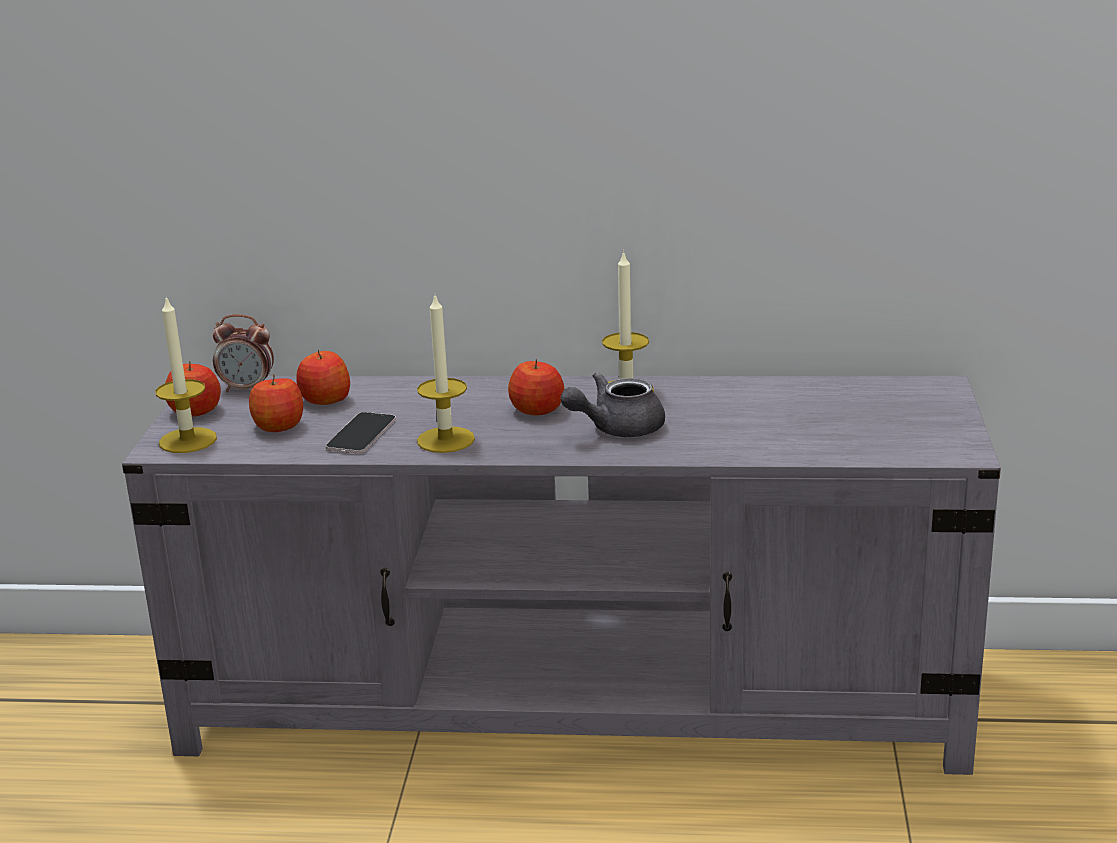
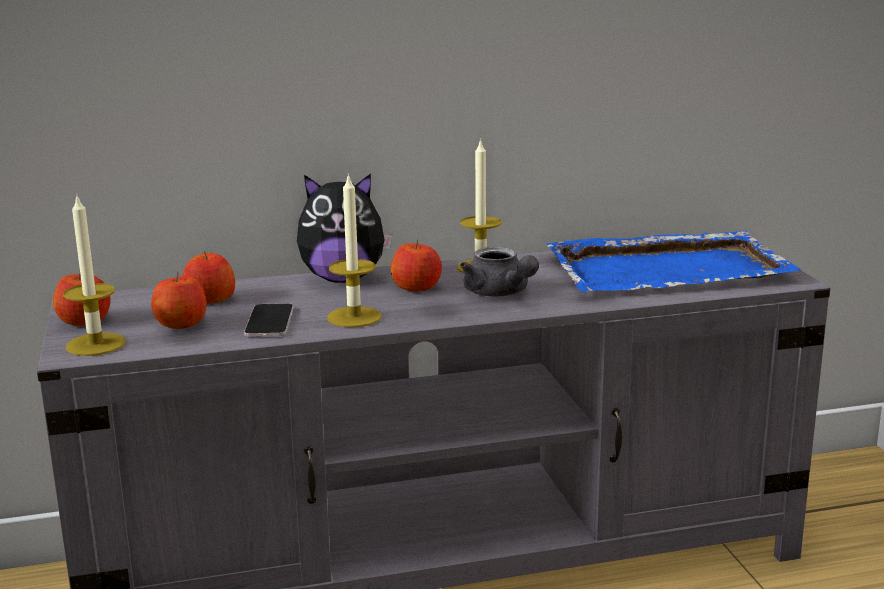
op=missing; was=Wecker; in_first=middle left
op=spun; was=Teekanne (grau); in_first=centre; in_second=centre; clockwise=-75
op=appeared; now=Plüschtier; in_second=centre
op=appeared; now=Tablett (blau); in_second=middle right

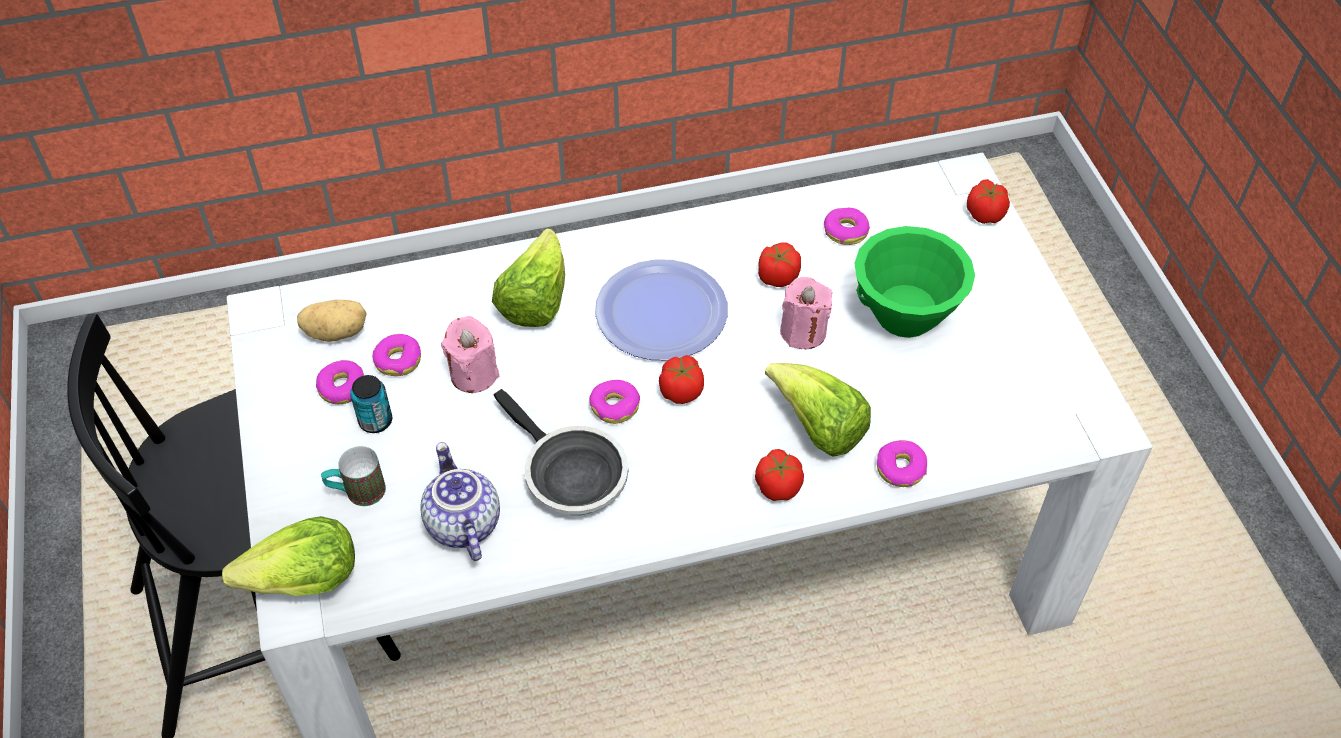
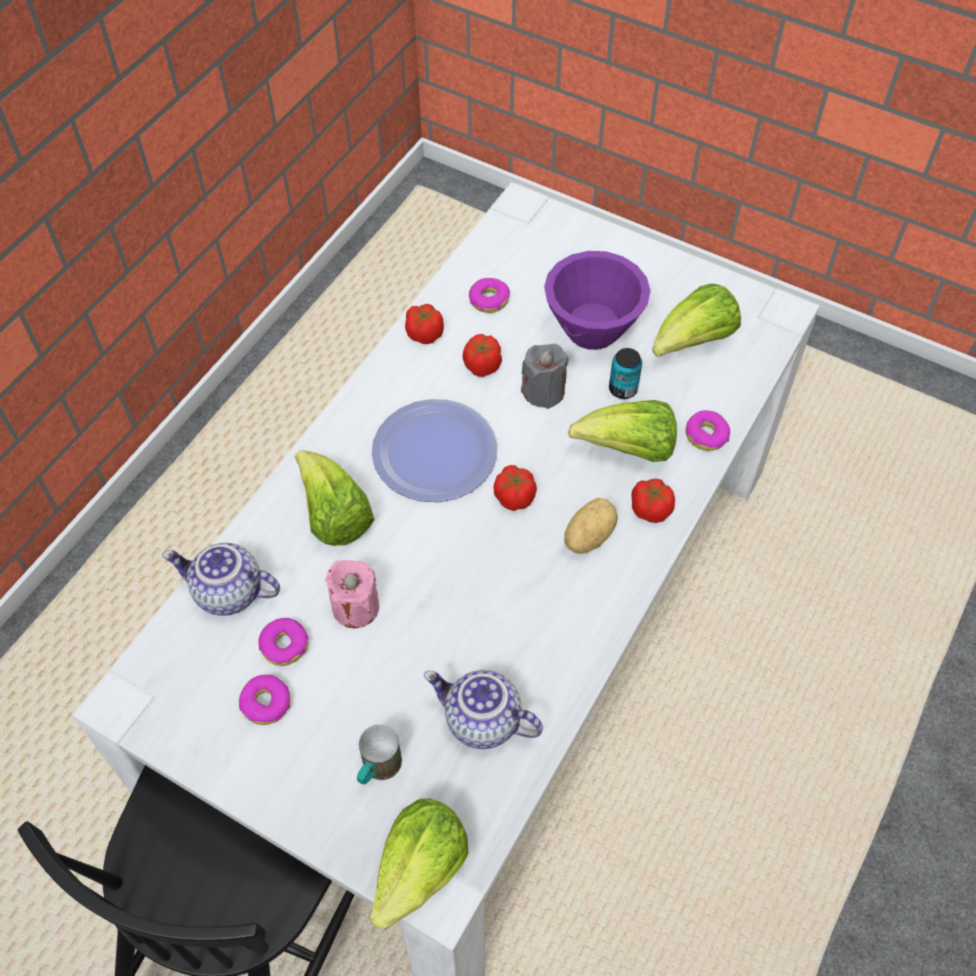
op=relocated; was=Tomate (no. 4 from left in the first image); now=Tomate (no. 1 from left); in_first=top right; in_second=top centre
op=colour; was=Schüssel (grün); now=Schüssel (lila); in_first=middle right; in_second=top centre
op=colour; was=Kerze (rosa) (no. 2 from left); now=Kerze (grau); in_first=centre; in_second=centre
op=relocated; was=Kartoffel; in_first=middle left; in_second=centre
op=relocated; was=Dose; in_first=middle left; in_second=centre
op=missing; was=Donut (no. 3 from left); in_first=centre
op=missing; was=Pfanne; in_first=centre
op=appeared; now=Salatkopf (no. 4 from left); in_second=top right
op=appeared; now=Teekanne (no. 1 from left); in_second=middle left

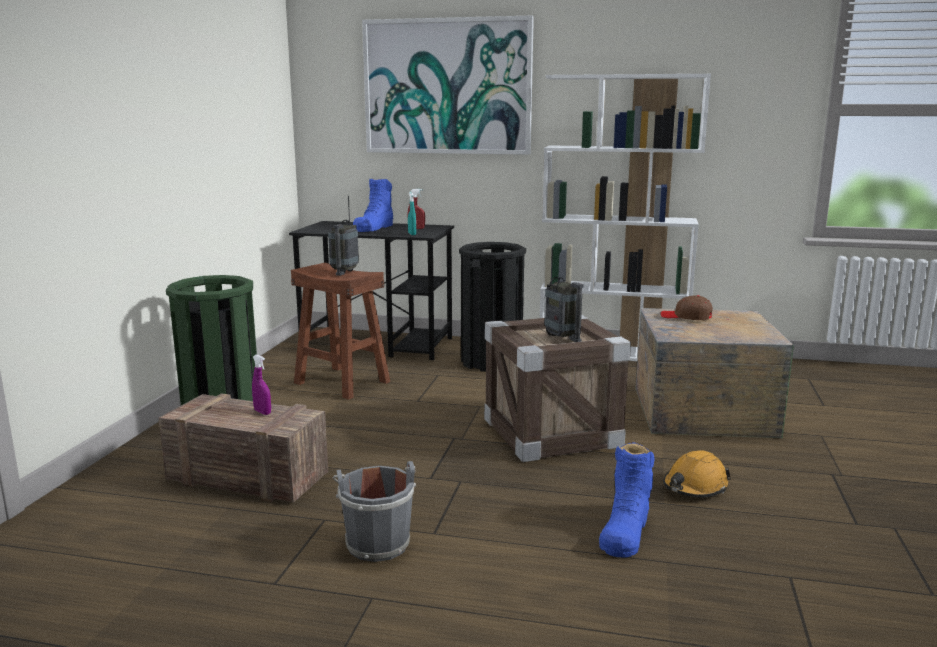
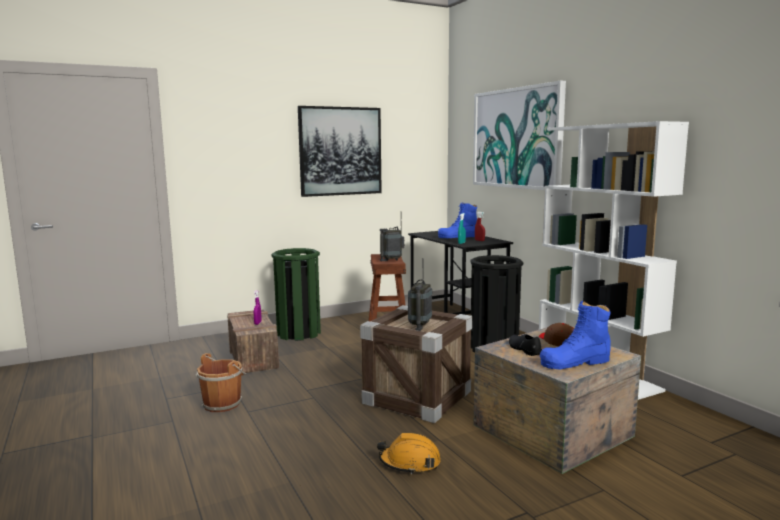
op=relocated; was=Stiefel (blau) (no. 2 from left); in_first=bottom right; in_second=middle right
op=colour; was=Eimer (grau); now=Eimer (braun); in_first=bottom centre; in_second=bottom left
op=appeared; now=Bild (no. 1 from left); in_second=top centre
op=appeared; now=Schuh (schwarz); in_second=middle right

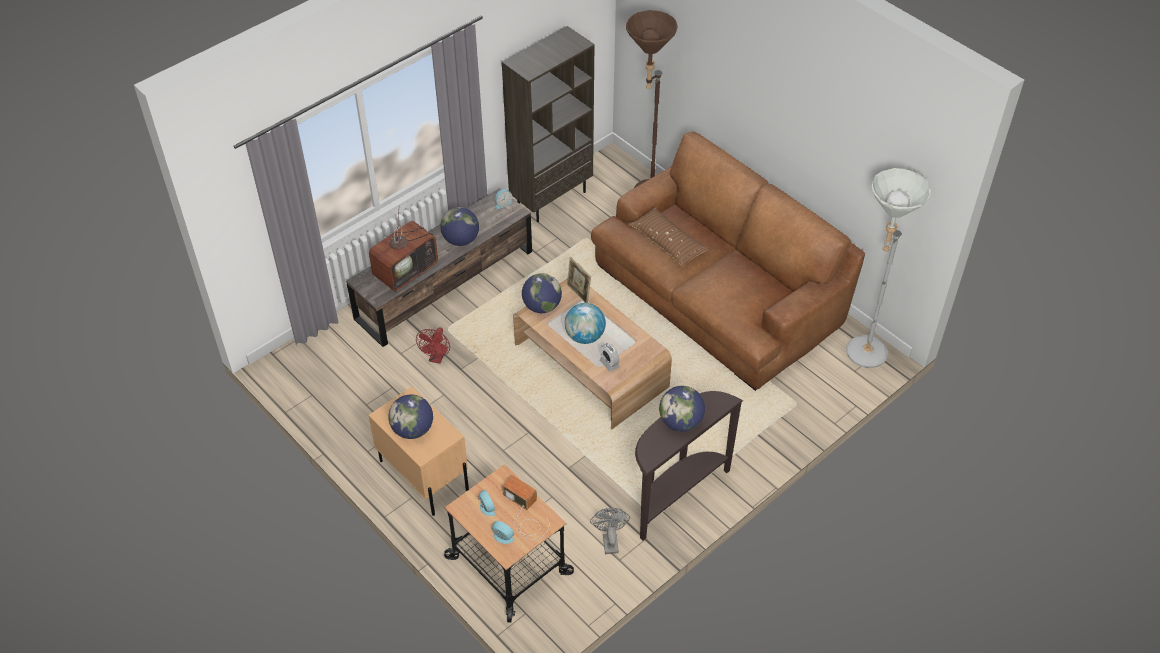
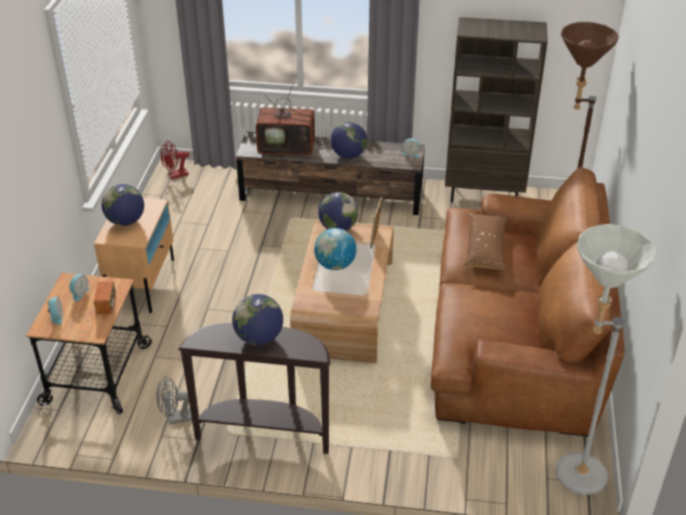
op=relocated; was=Ventilator (rot); in_first=centre; in_second=top left
op=missing; was=Wecker (no. 4 from left); in_first=centre
op=spun; was=Ventilator (grau); in_first=bottom centre; in_second=bottom left; clockwise=-150

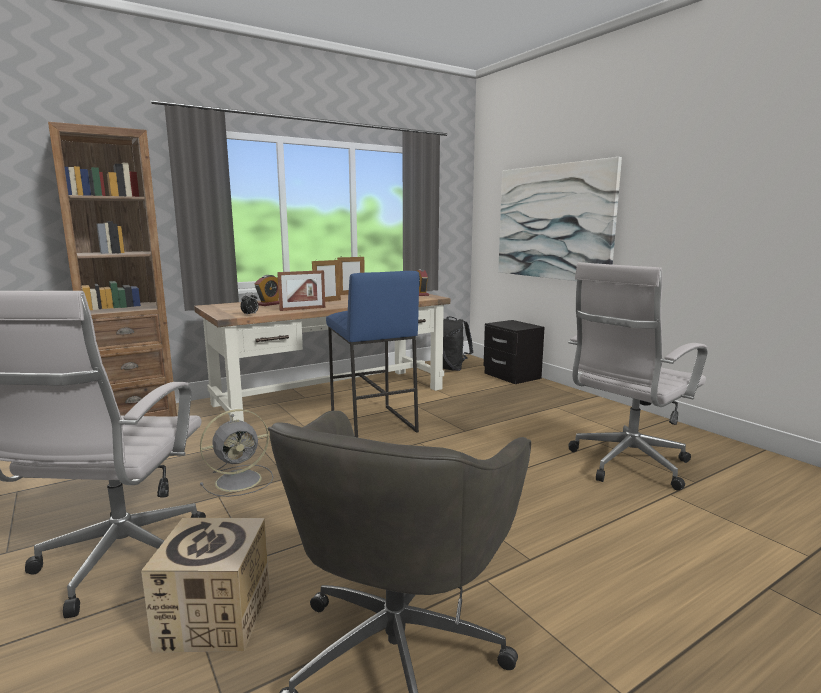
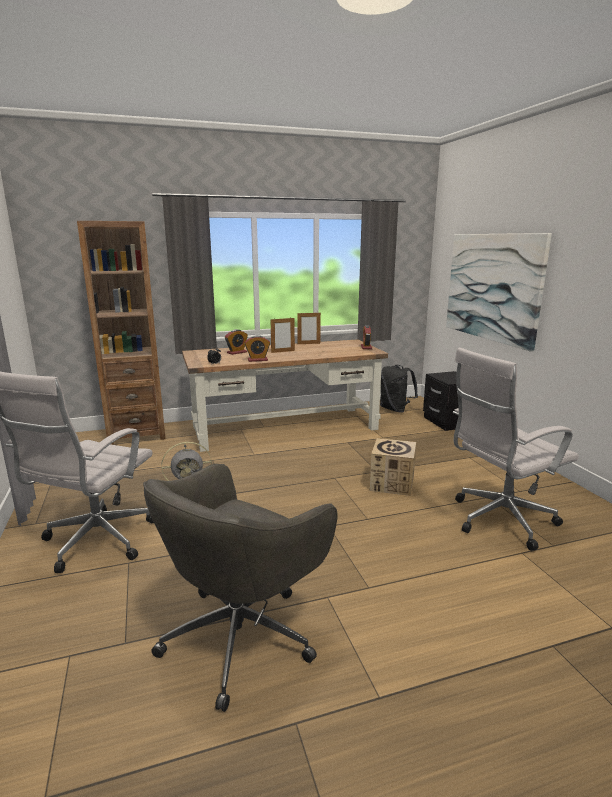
op=exchanged; was=Bilderrahmen (no. 1 from left); now=Wecker (no. 3 from left); in_first=centre; in_second=centre
op=missing; was=Hocker (blau); in_first=centre
op=relocated; was=Karton; in_first=bottom left; in_second=centre

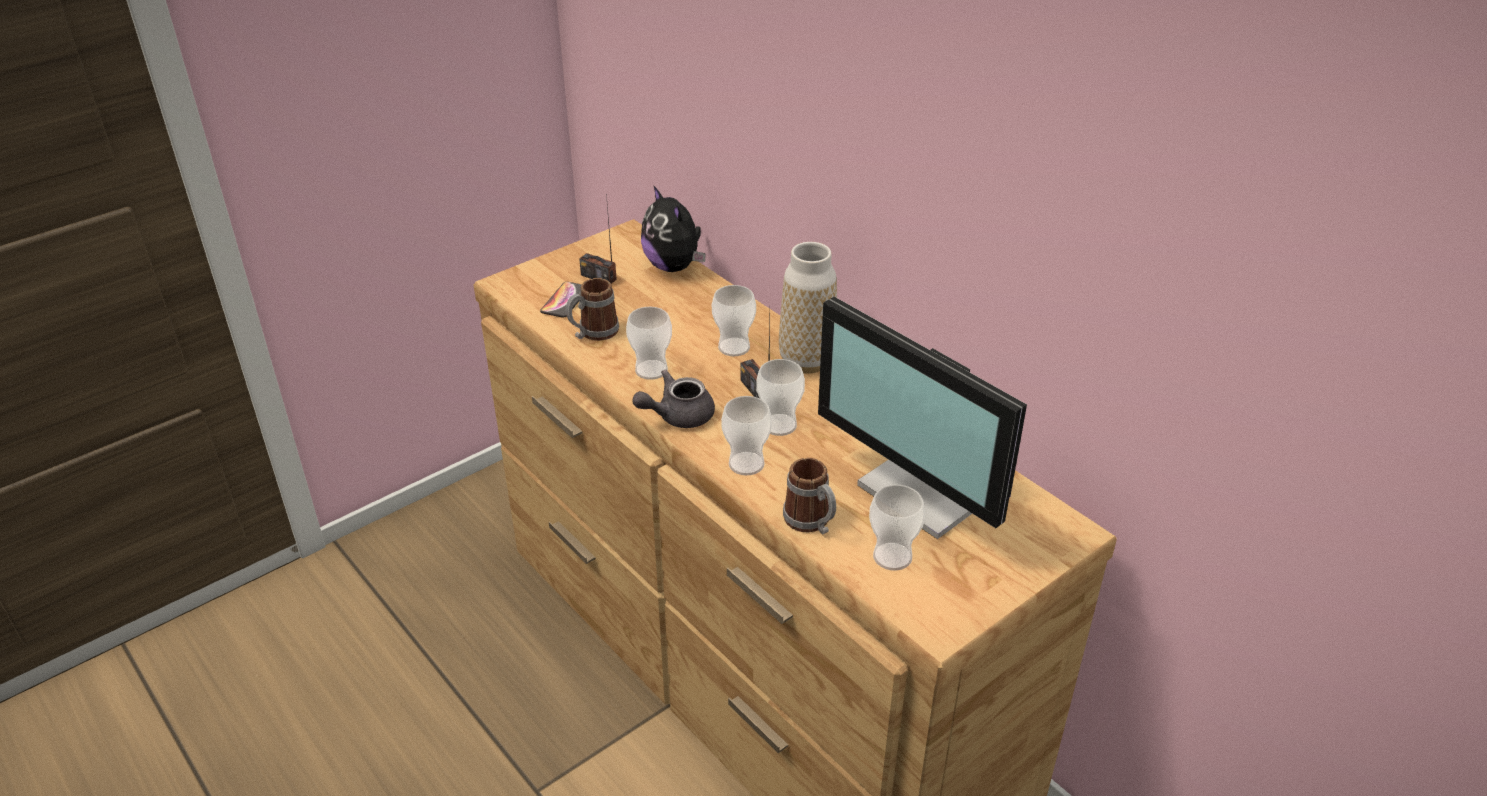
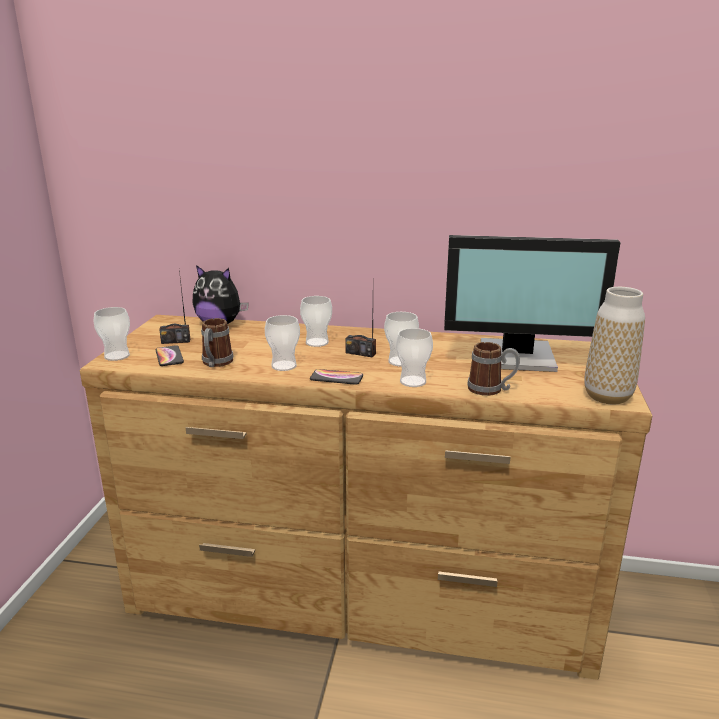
op=relocated; was=Vase; in_first=centre; in_second=middle right
op=exchanged; was=Teekanne (grau); now=Handy (no. 2 from left); in_first=centre; in_second=centre
op=relocated; was=Tasse (no. 5 from left in the first image); now=Tasse (no. 1 from left); in_first=centre; in_second=middle left

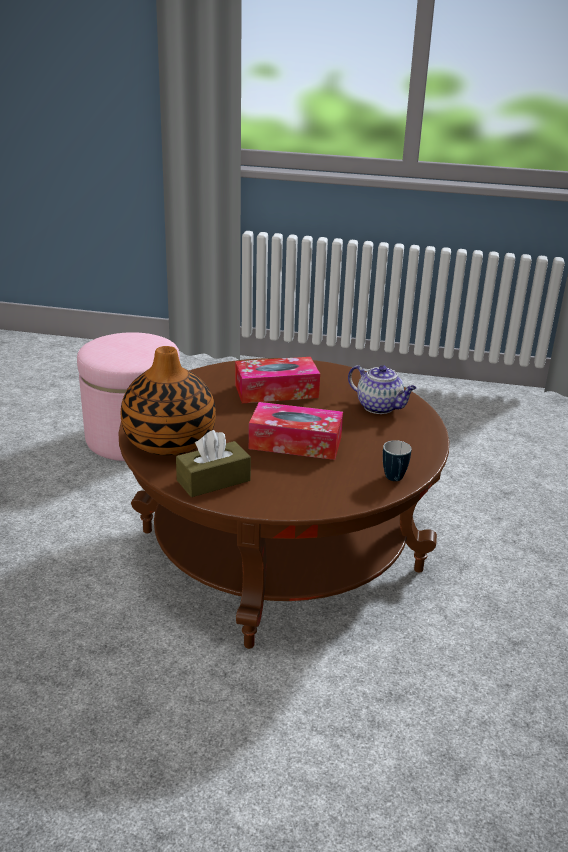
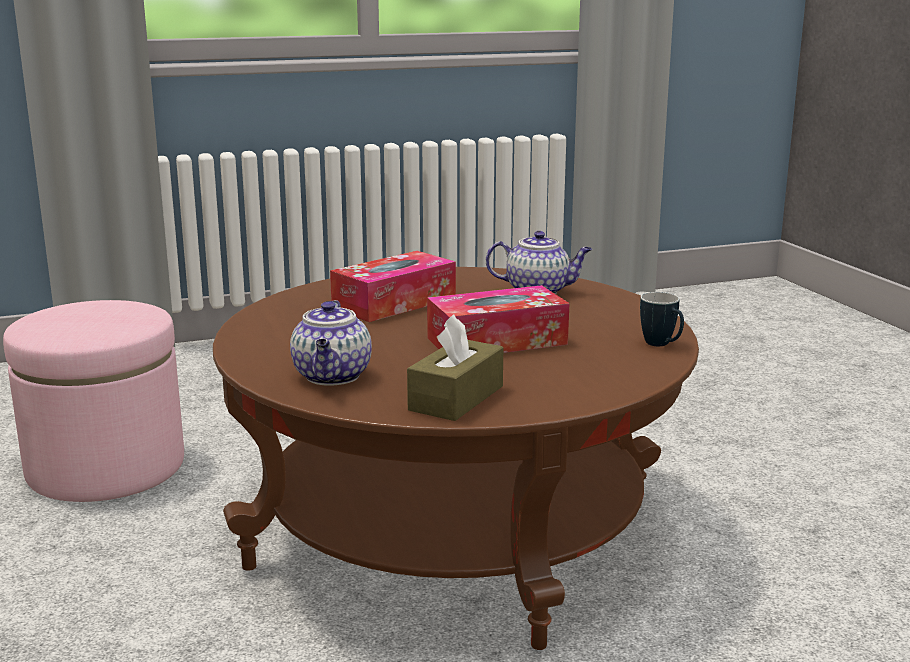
op=exchanged; was=Vase; now=Teekanne (no. 1 from left); in_first=middle left; in_second=centre

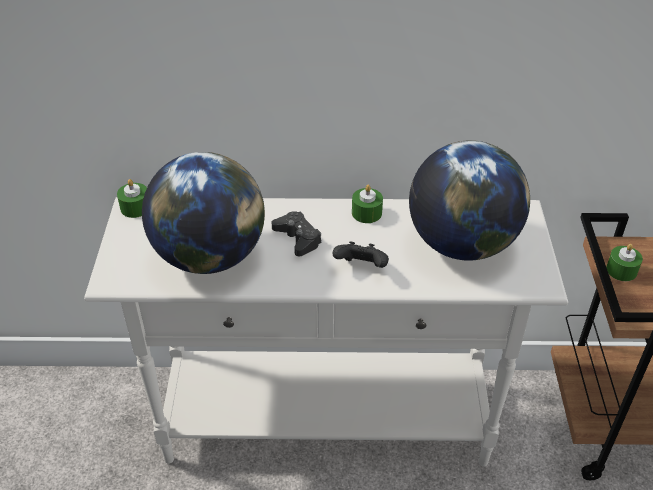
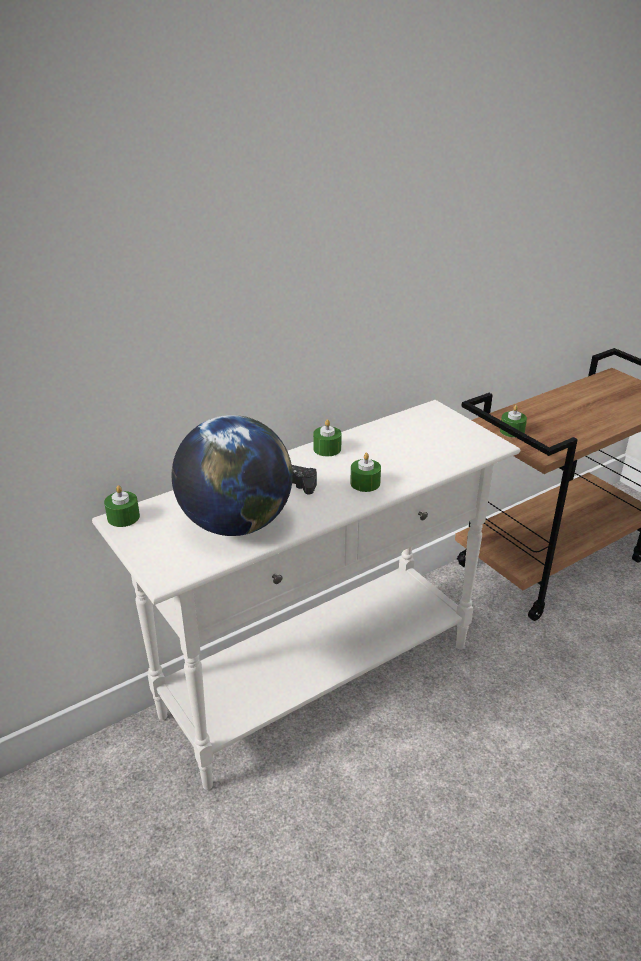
op=missing; was=Globus (no. 2 from left); in_first=middle right
op=exchanged; was=Gamepad (schwarz) (no. 2 from left); now=Kerze (grün) (no. 3 from left); in_first=centre; in_second=centre

